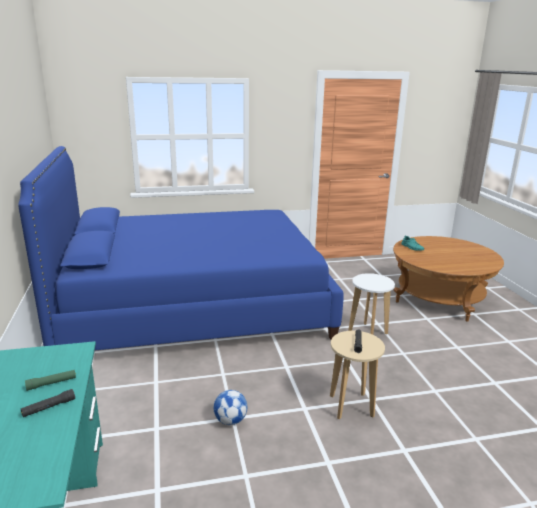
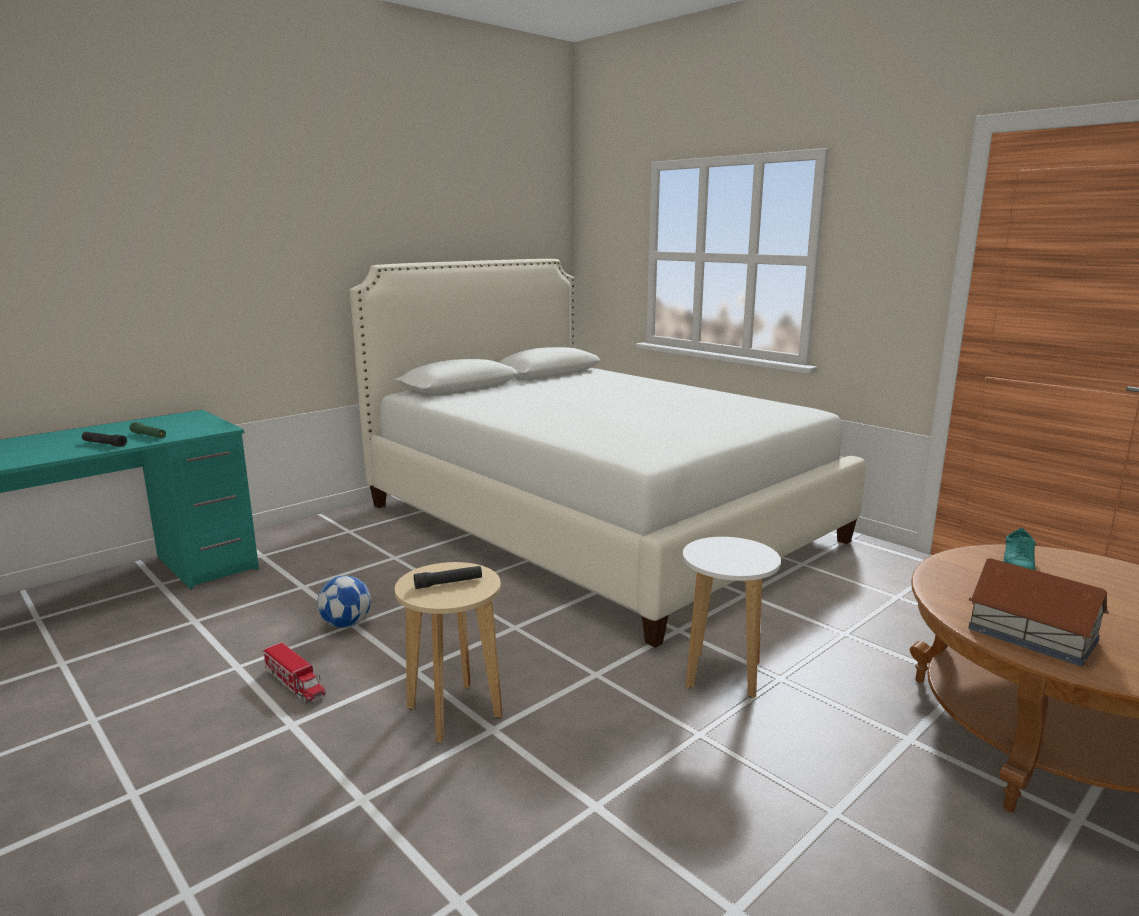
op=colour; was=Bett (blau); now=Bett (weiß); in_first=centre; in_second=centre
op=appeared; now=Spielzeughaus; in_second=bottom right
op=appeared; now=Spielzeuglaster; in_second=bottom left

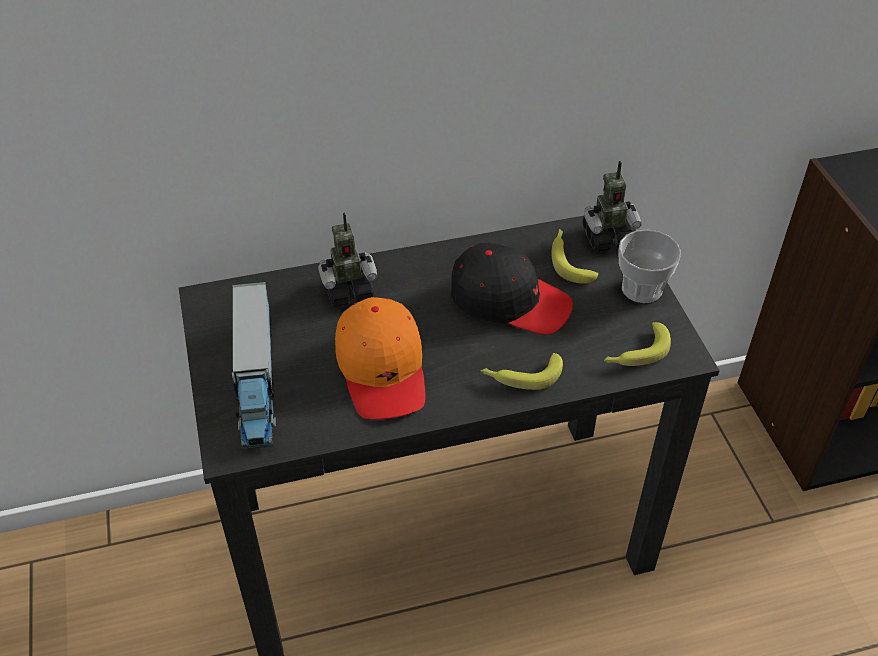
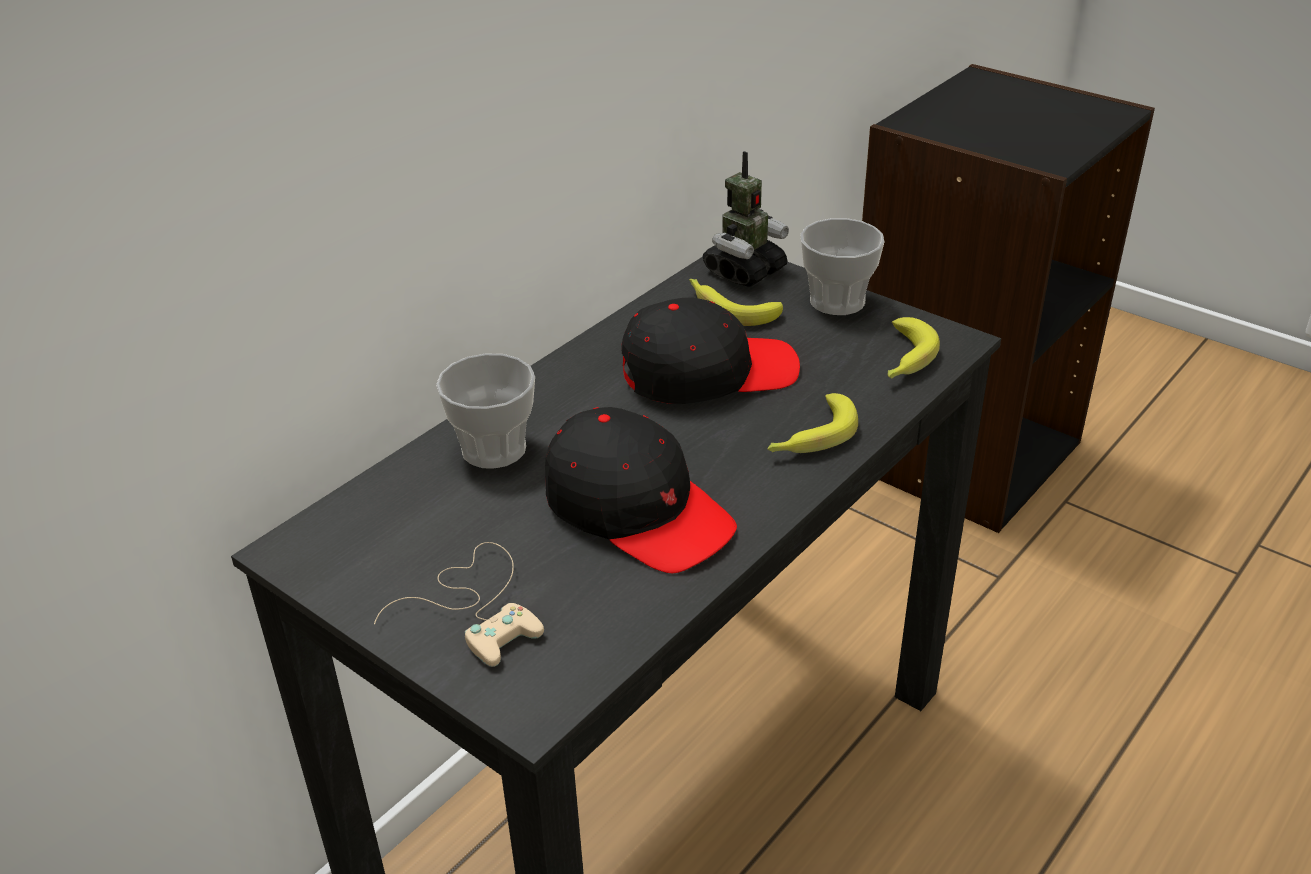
op=exchanged; was=Spielzeugroboter (no. 1 from left); now=Tasse (no. 1 from left); in_first=centre; in_second=centre
op=exchanged; was=Spielzeuglaster; now=Gamepad (beige); in_first=middle left; in_second=bottom centre
op=colour; was=Kappe (orange); now=Kappe (schwarz) (no. 1 from left); in_first=centre; in_second=centre

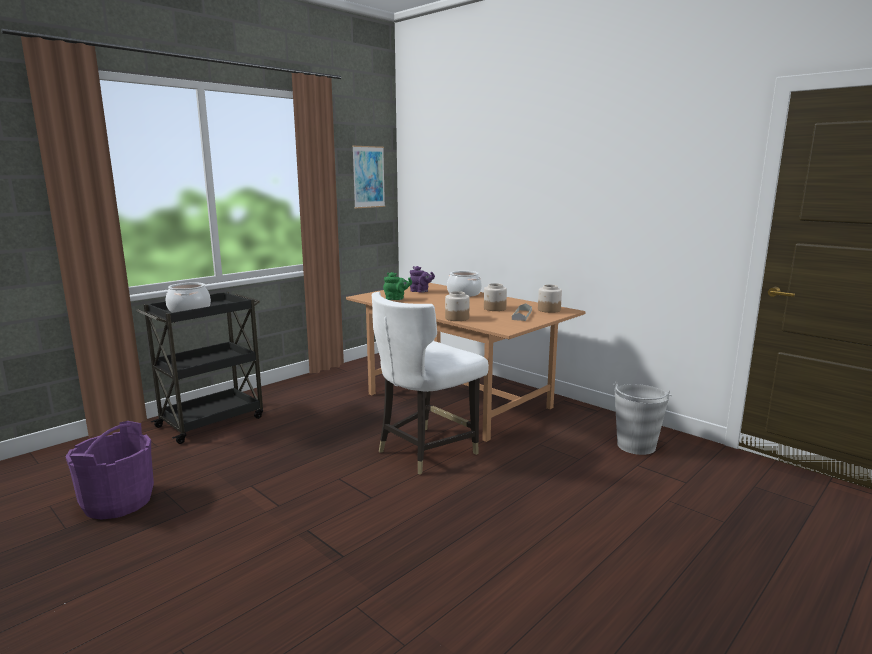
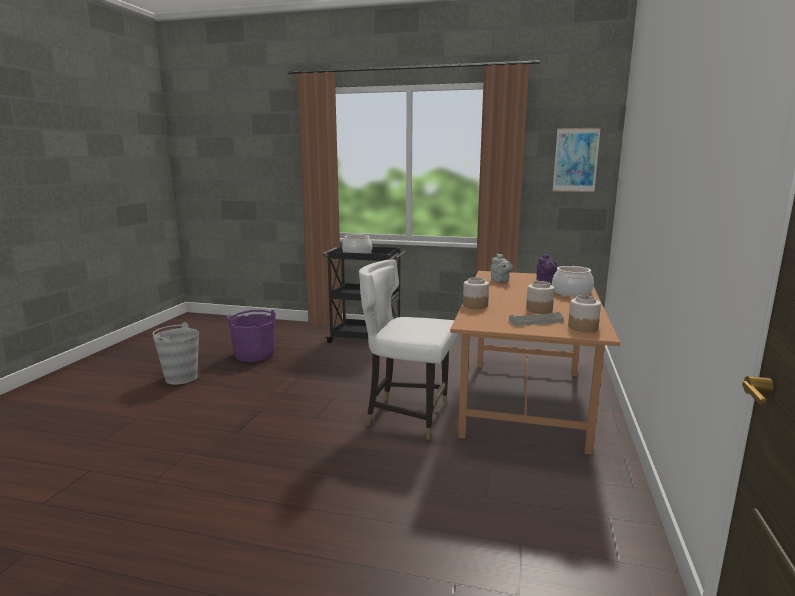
op=colour; was=Teekanne (grün); now=Teekanne (grau); in_first=centre; in_second=centre
op=relocated; was=Eimer (grau); in_first=middle right; in_second=middle left

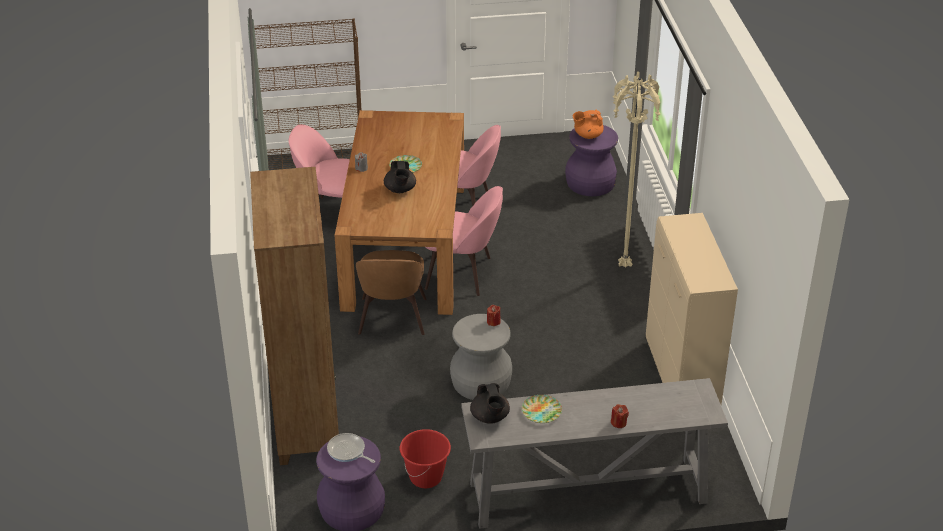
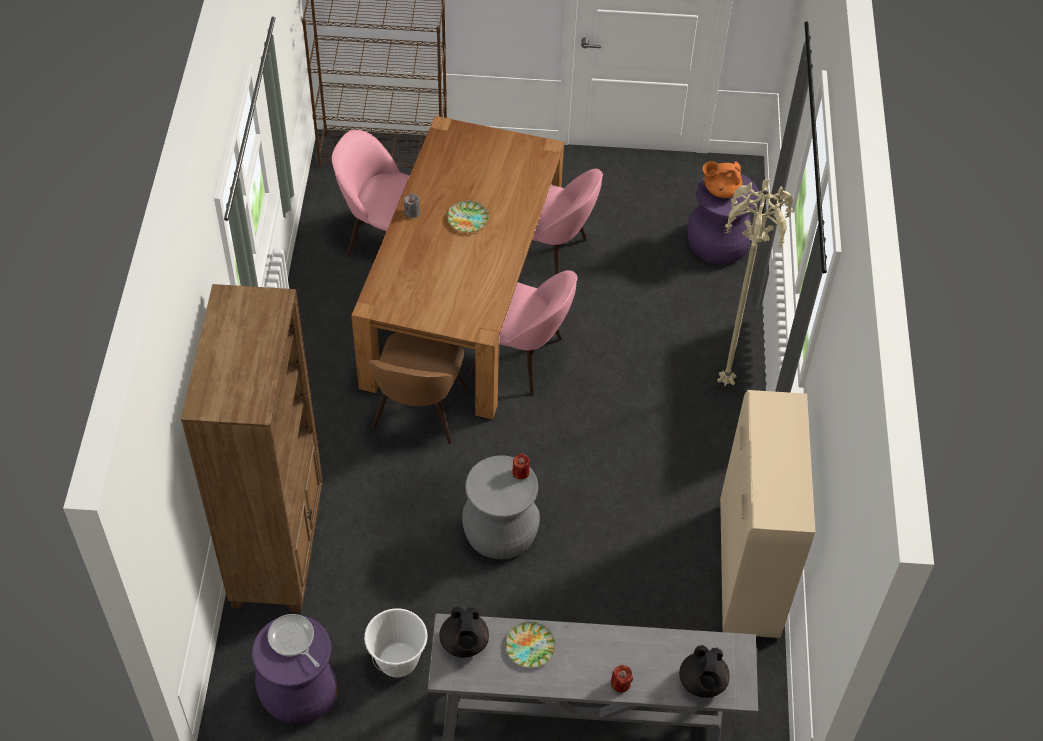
op=relocated; was=Teekanne (schwarz) (no. 1 from left in the first image); now=Teekanne (schwarz) (no. 2 from left); in_first=centre; in_second=bottom right
op=colour; was=Eimer (rot); now=Eimer (weiß); in_first=bottom centre; in_second=bottom centre

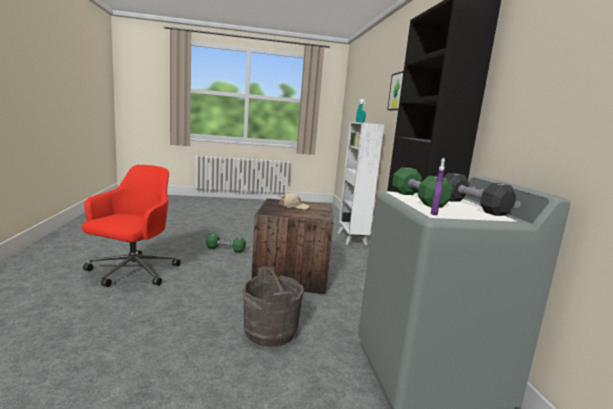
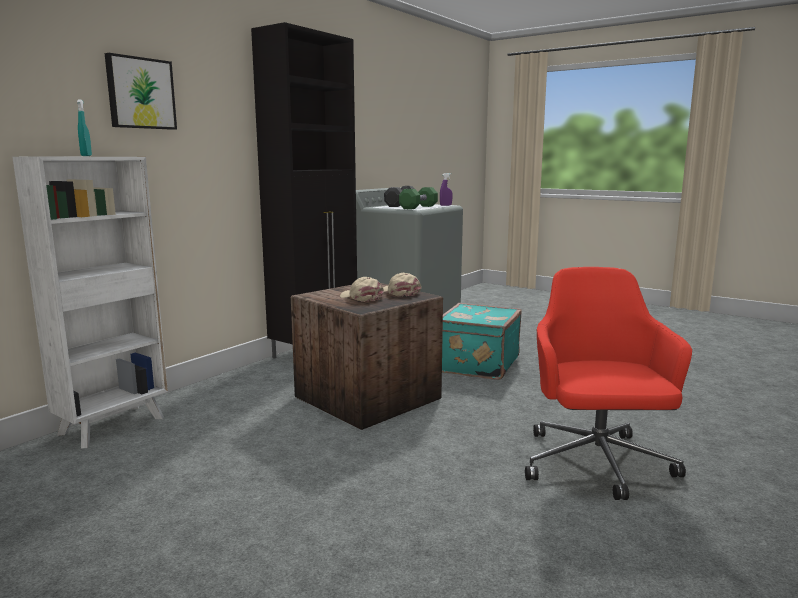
op=spun; was=Bürostuhl (rot); in_first=middle left; in_second=middle right; clockwise=120
op=missing; was=Hantel (grün) (no. 1 from left); in_first=centre
op=exchanged; was=Eimer (grau); now=Koffer (türkis); in_first=bottom centre; in_second=centre
op=appeared; now=Kappe (beige) (no. 2 from left); in_second=centre

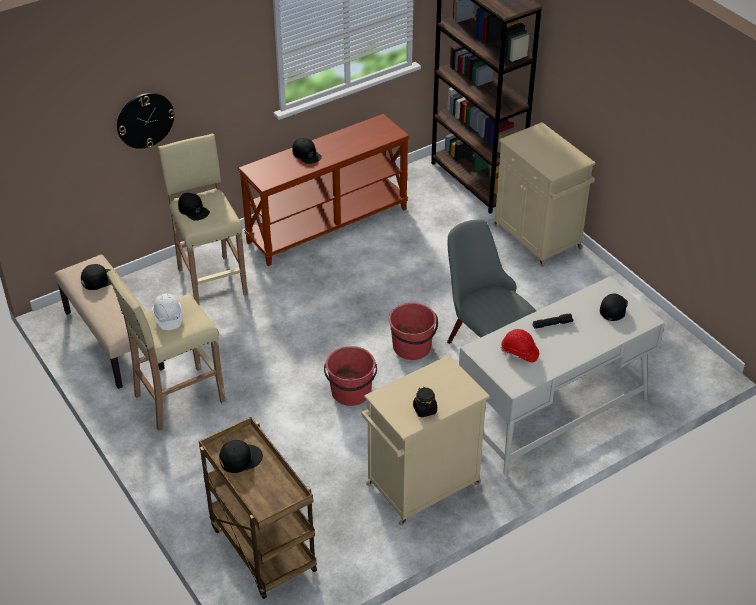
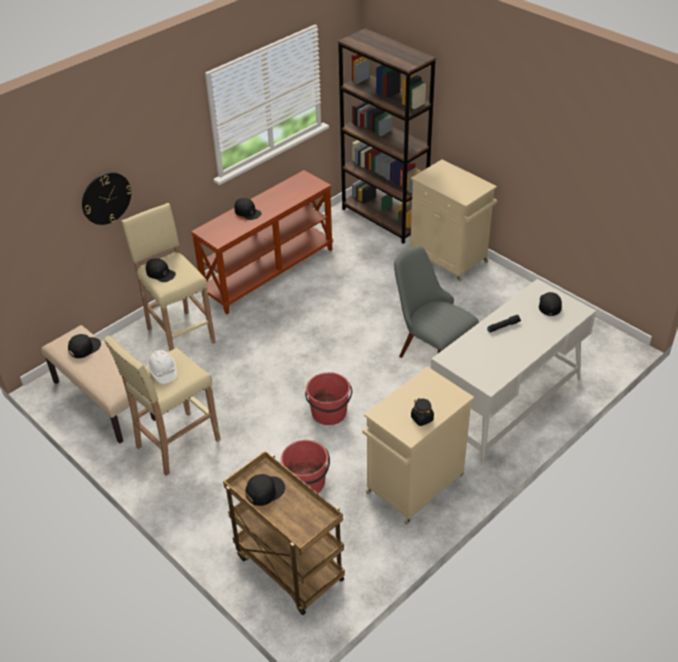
op=relocated; was=Eimer (rot) (no. 2 from left in the first image); now=Eimer (rot) (no. 1 from left); in_first=centre; in_second=bottom centre
op=missing; was=Schutzhelm (rot); in_first=middle right

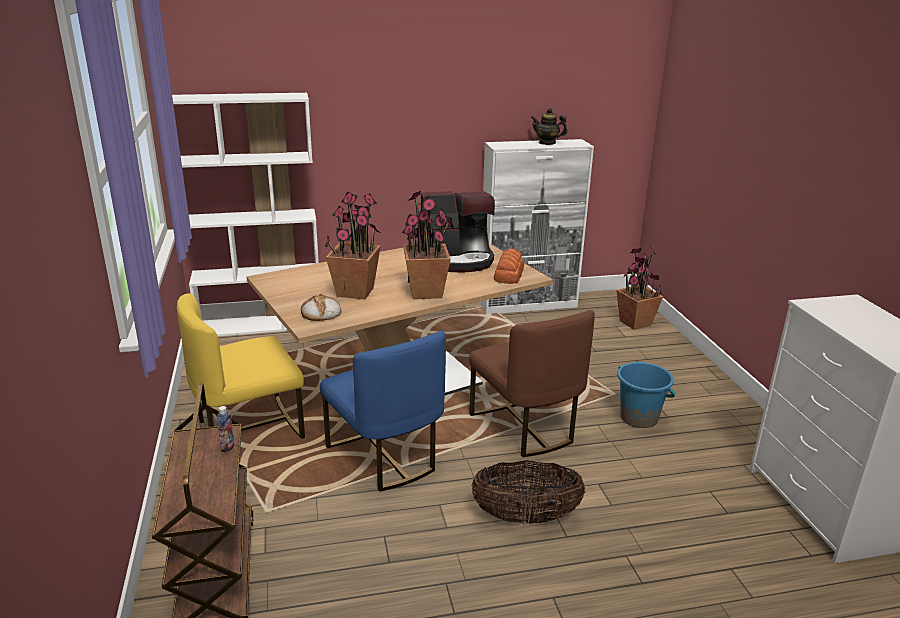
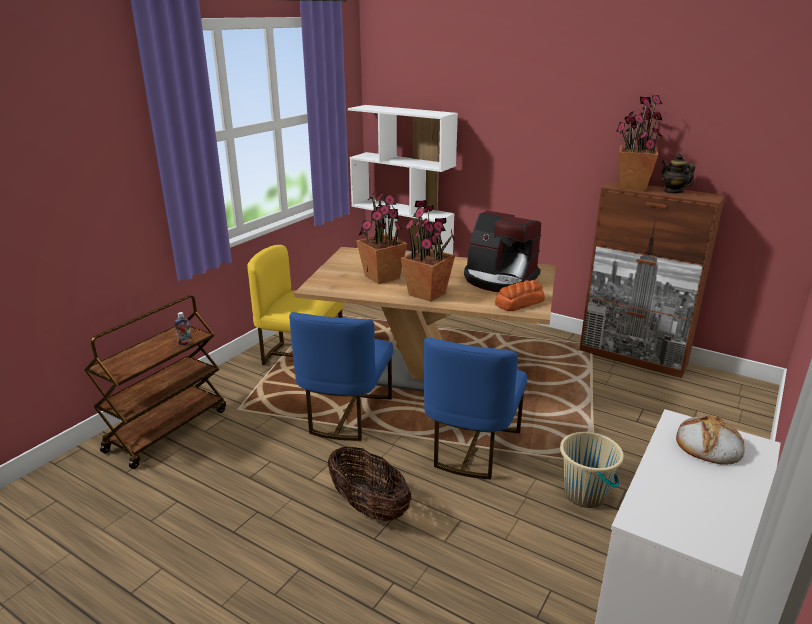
op=colour; was=Schrank (weiß); now=Schrank (braun); in_first=centre; in_second=middle right
op=relocated; was=Topfpflanze (no. 3 from left); in_first=middle right; in_second=top right
op=relocated; was=Brot (no. 1 from left in the first image); now=Brot (no. 2 from left); in_first=centre; in_second=bottom right
op=colour; was=Stuhl (braun); now=Stuhl (blau) (no. 2 from left); in_first=centre; in_second=centre
op=colour; was=Eimer (blau); now=Eimer (beige); in_first=middle right; in_second=bottom right

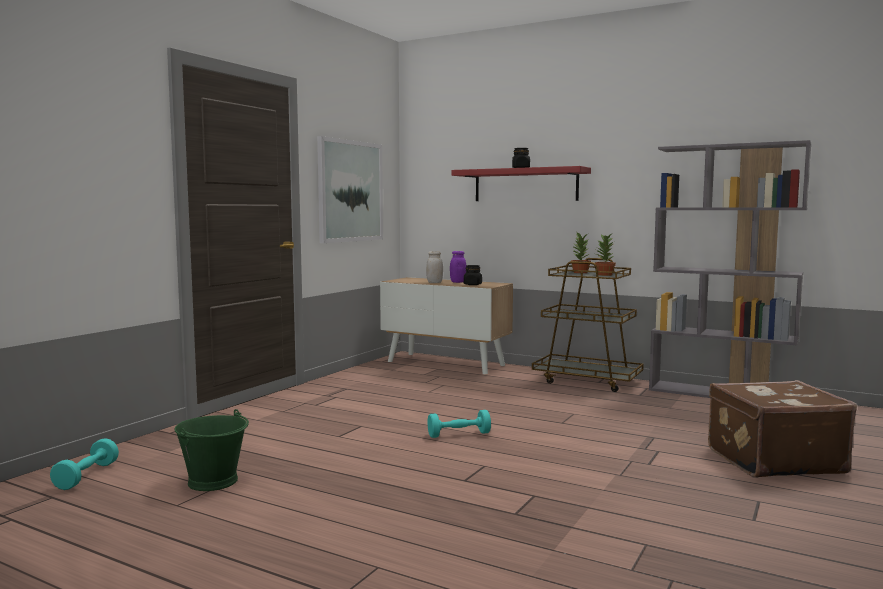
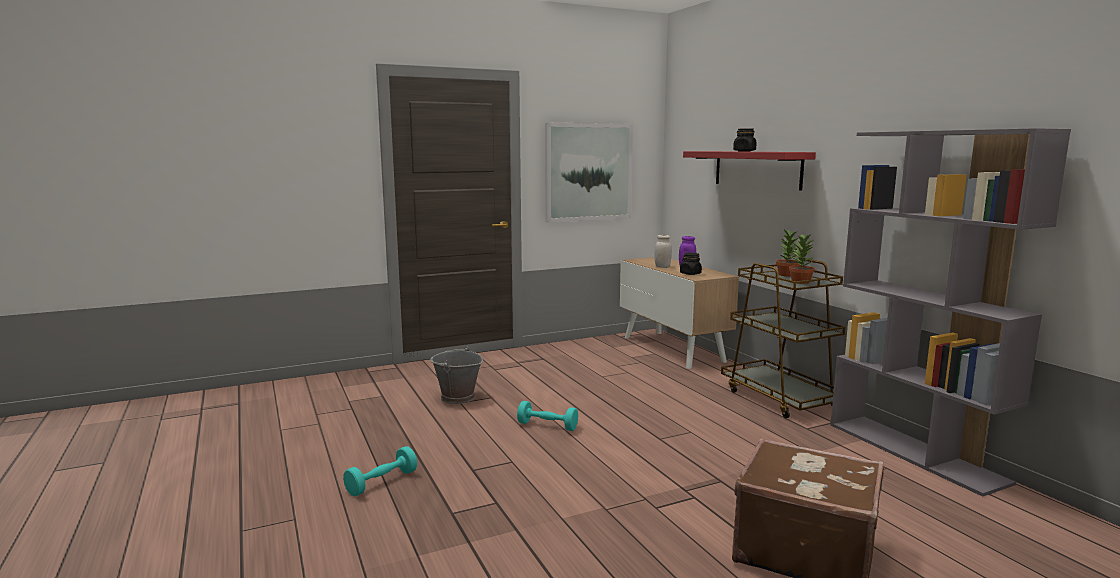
op=missing; was=Eimer (grün); in_first=bottom left
op=relocated; was=Hantel (türkis) (no. 1 from left); in_first=bottom left; in_second=bottom centre
op=appeared; now=Eimer (grau); in_second=centre

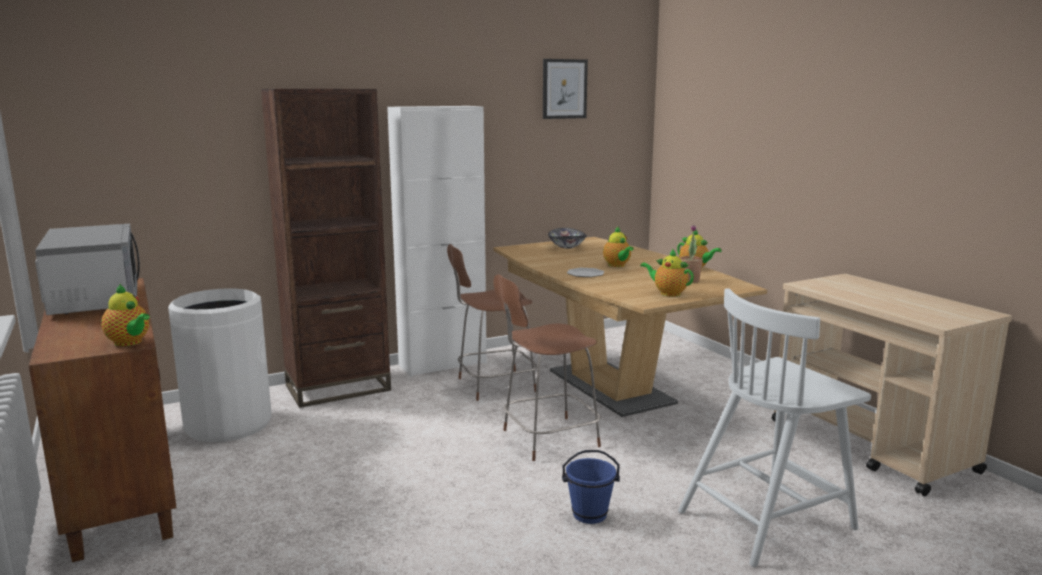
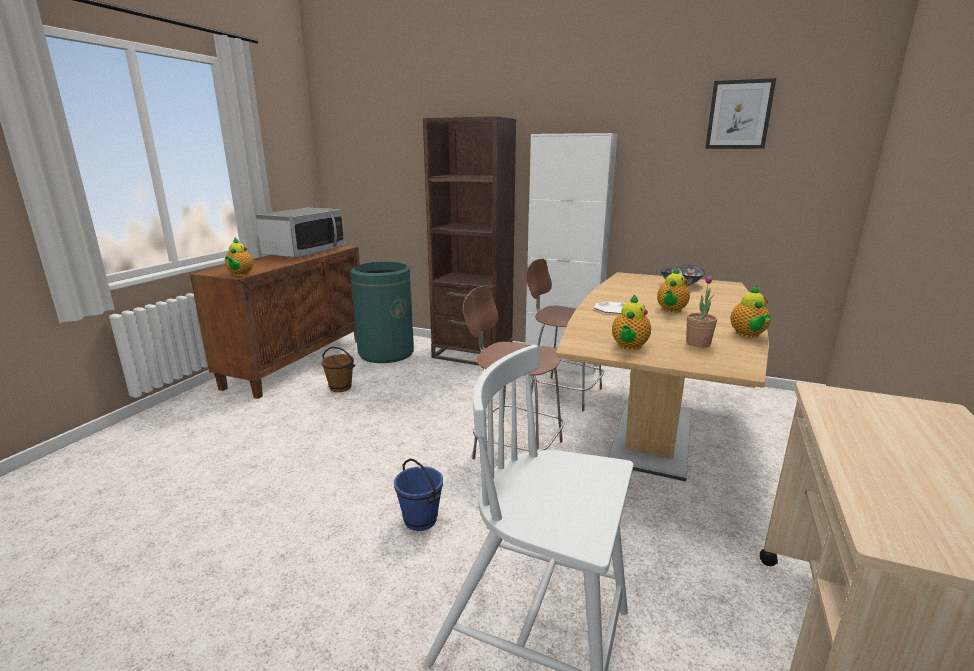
op=spun; was=Teekanne (no. 3 from left in the first image); in_first=centre; in_second=centre; clockwise=-150
op=colour; was=Mülleimer (weiß); now=Mülleimer (grün); in_first=middle left; in_second=centre
op=appeared; now=Eimer (braun); in_second=centre

